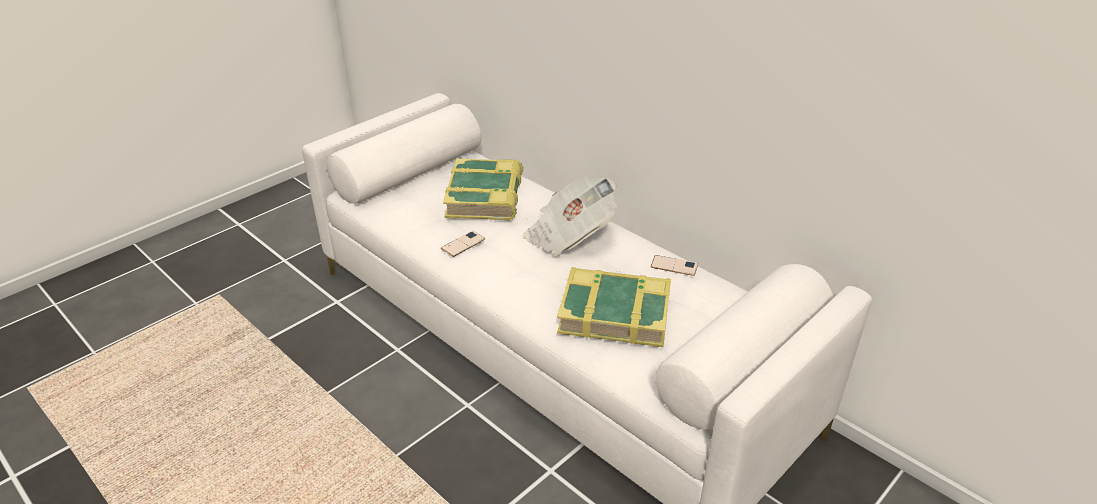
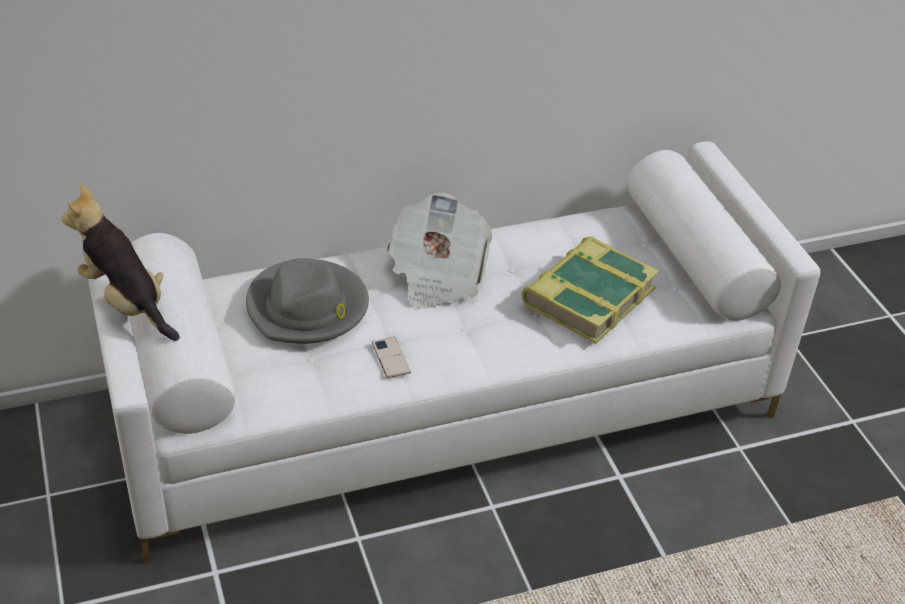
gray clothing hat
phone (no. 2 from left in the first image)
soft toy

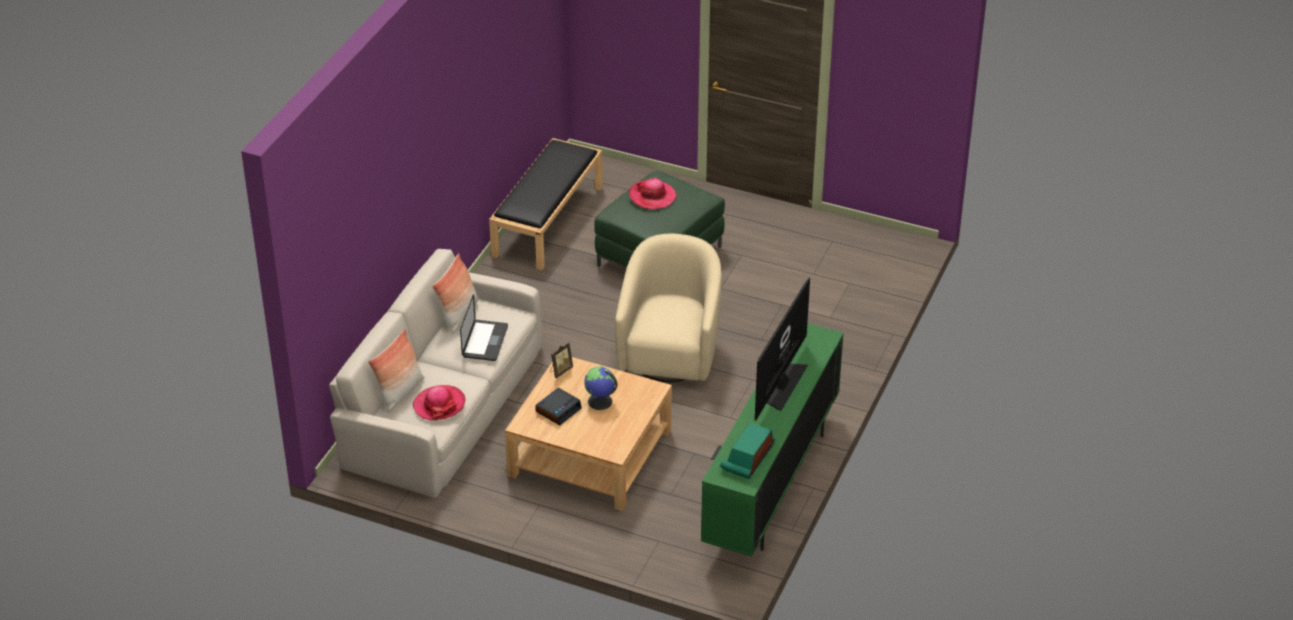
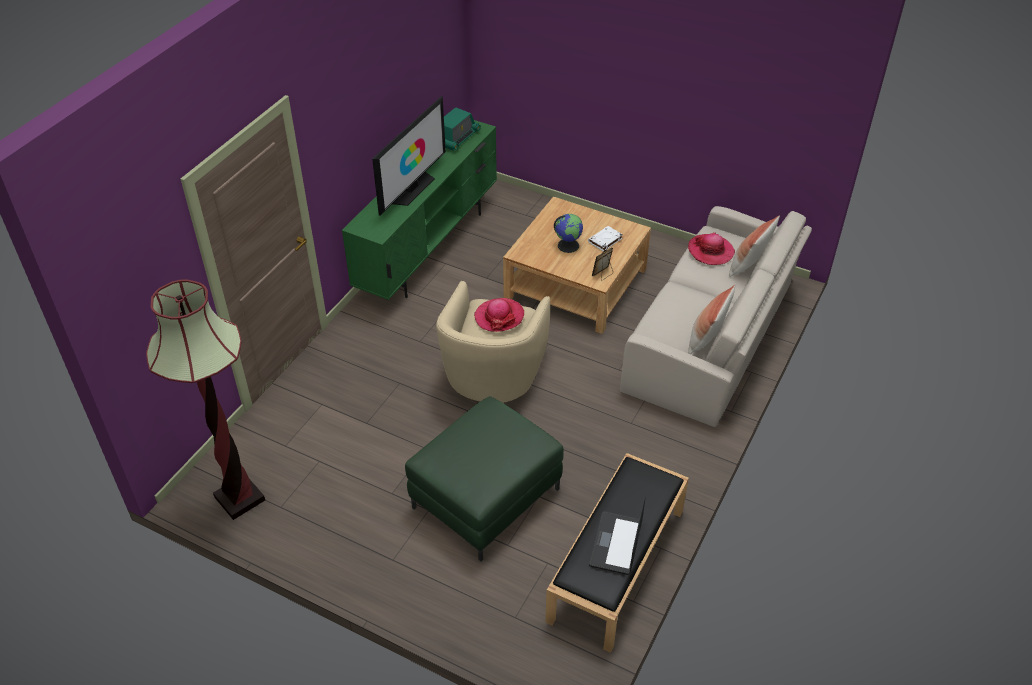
clothing hat (no. 1 from left)
portable computer
whitish volume
standard lamp

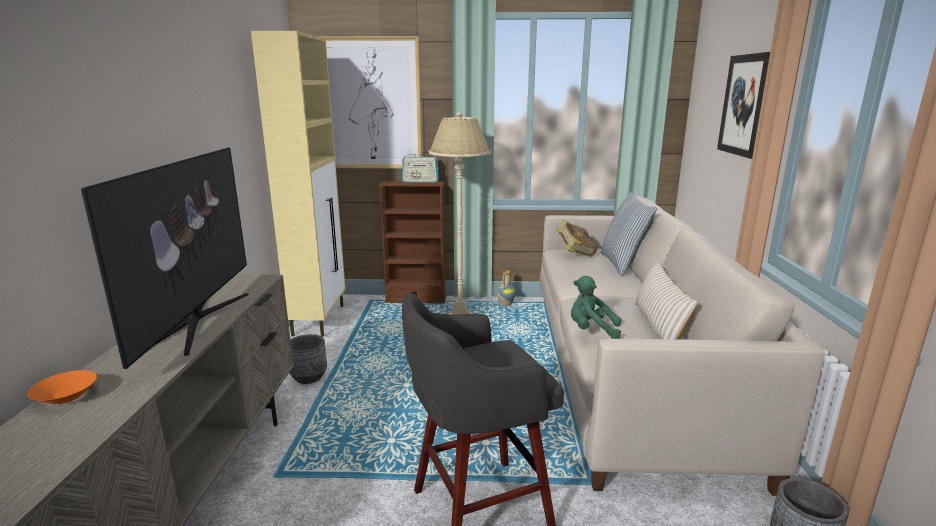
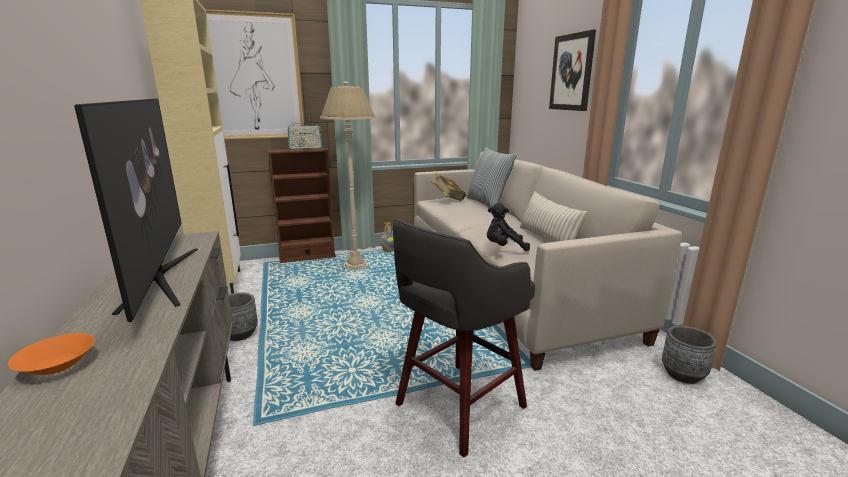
black soft toy

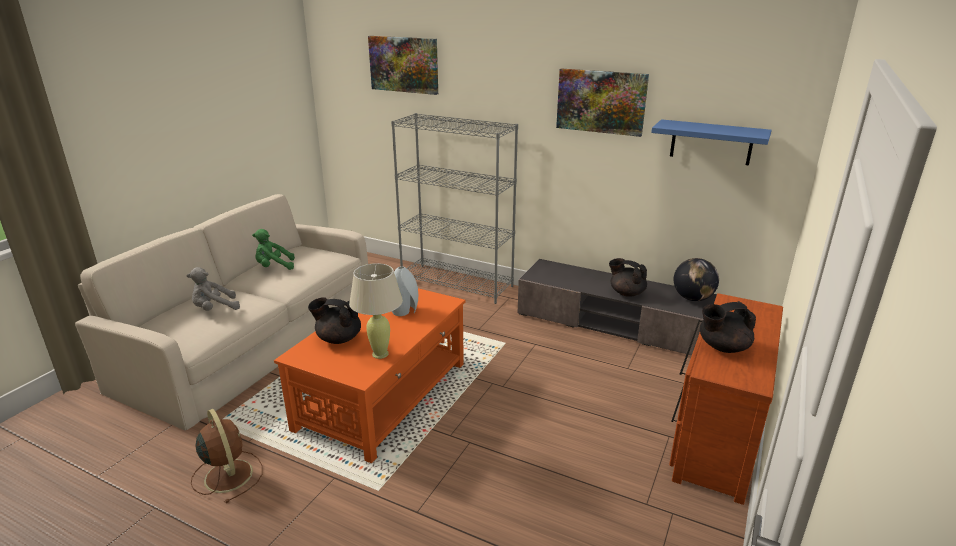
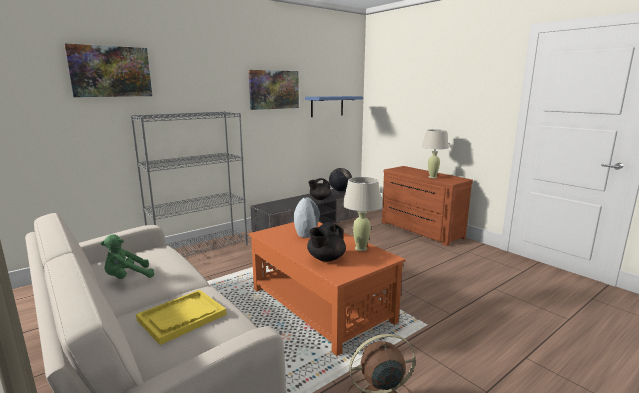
green soft toy
yellow-coloured carrying tray
sand-coloured table lamp (no. 2 from left)

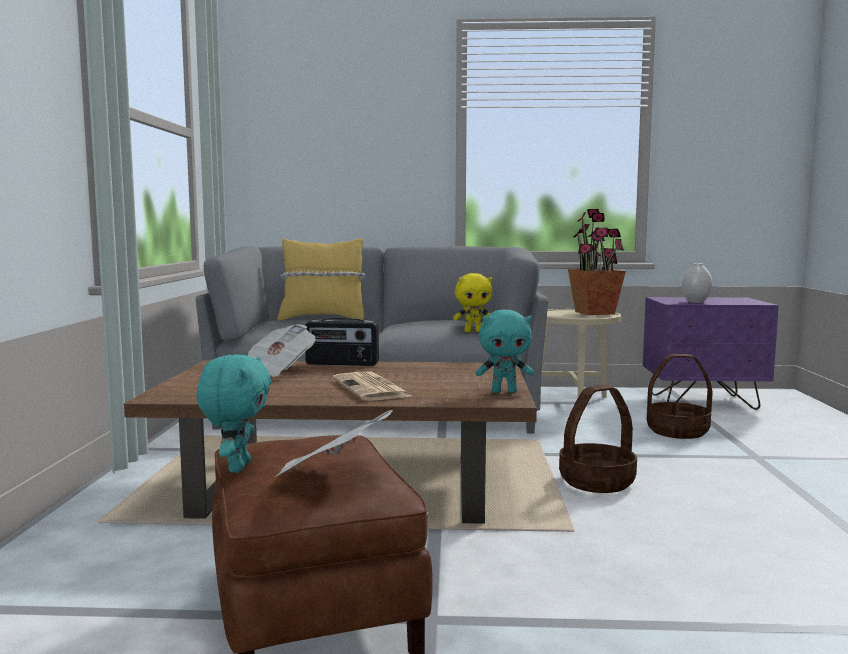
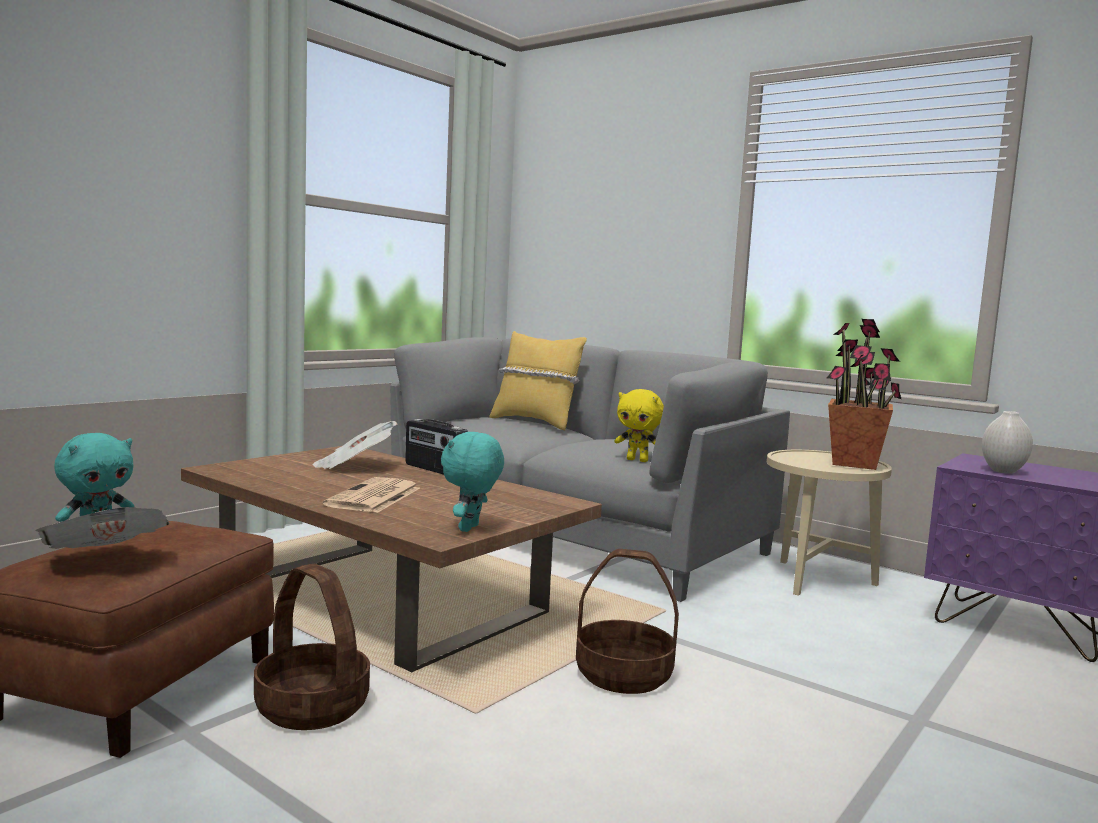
blue-green soft toy (no. 2 from left)
storage basket (no. 1 from left)

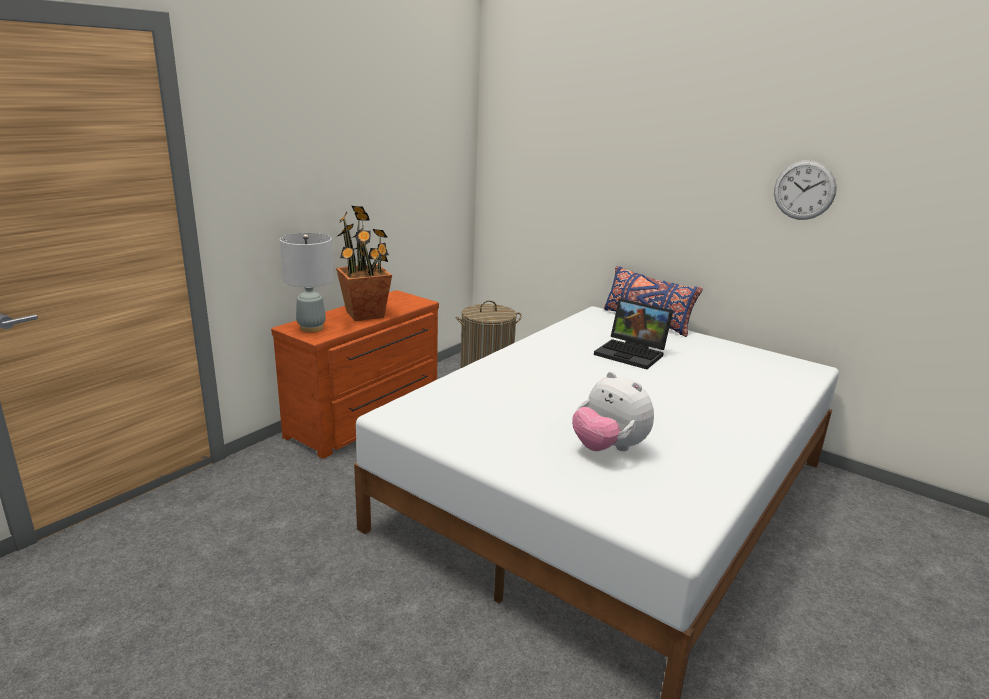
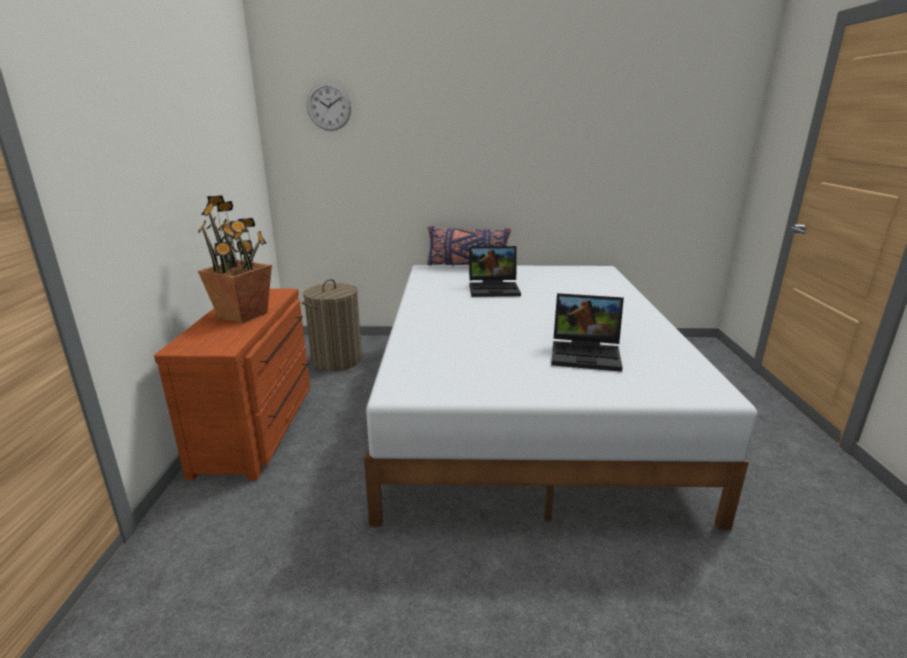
hanging clock
gray table lamp
portable computer (no. 2 from left)

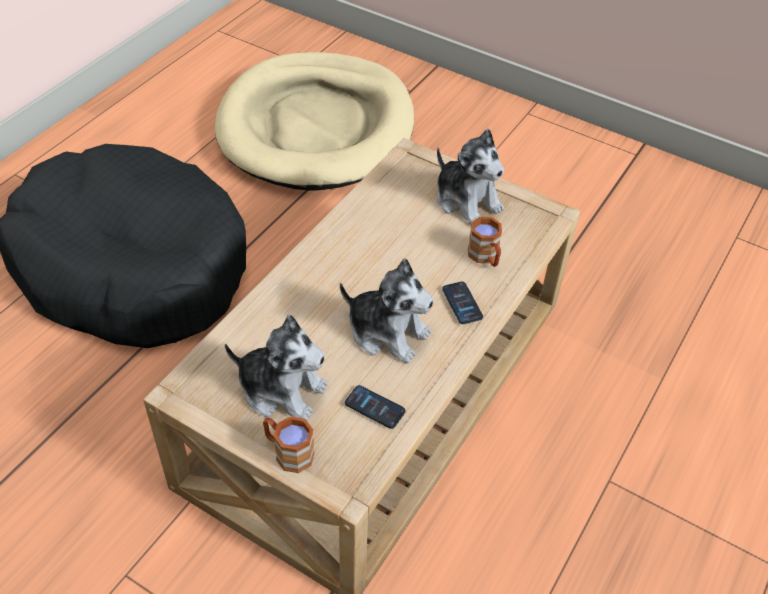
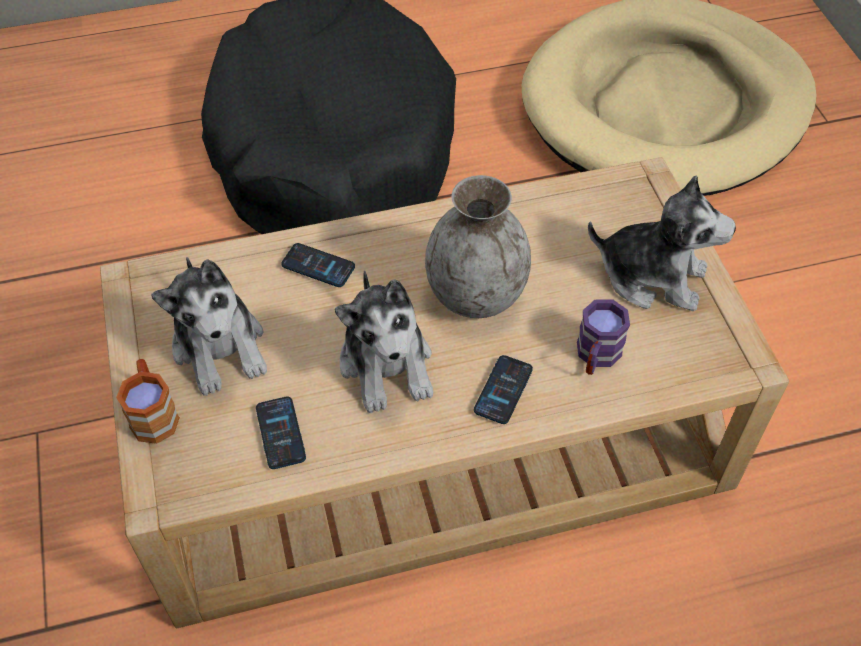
soft toy (no. 3 from left)
purple-coloured tea mug
gray vase
phone (no. 2 from left)

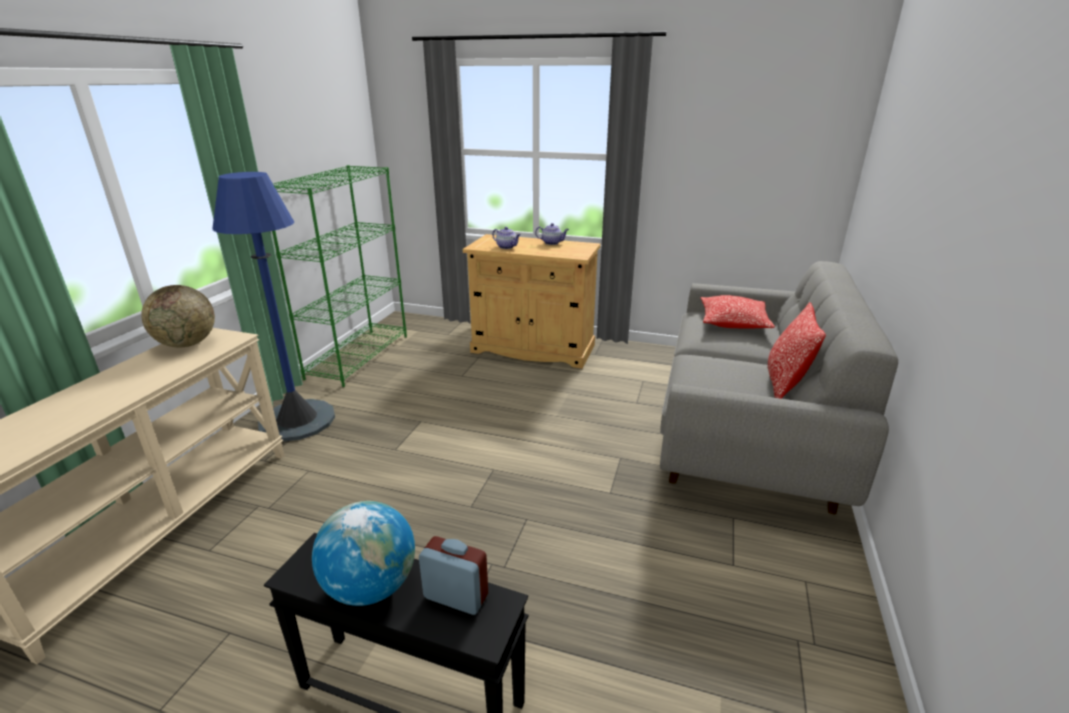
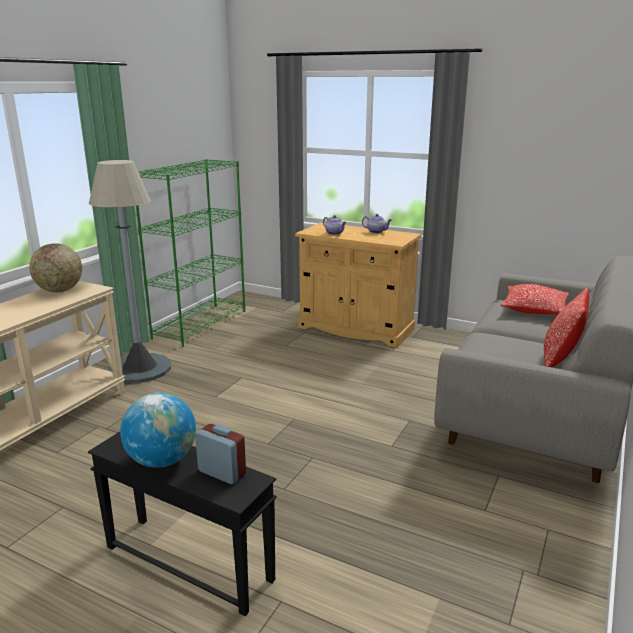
gray standard lamp

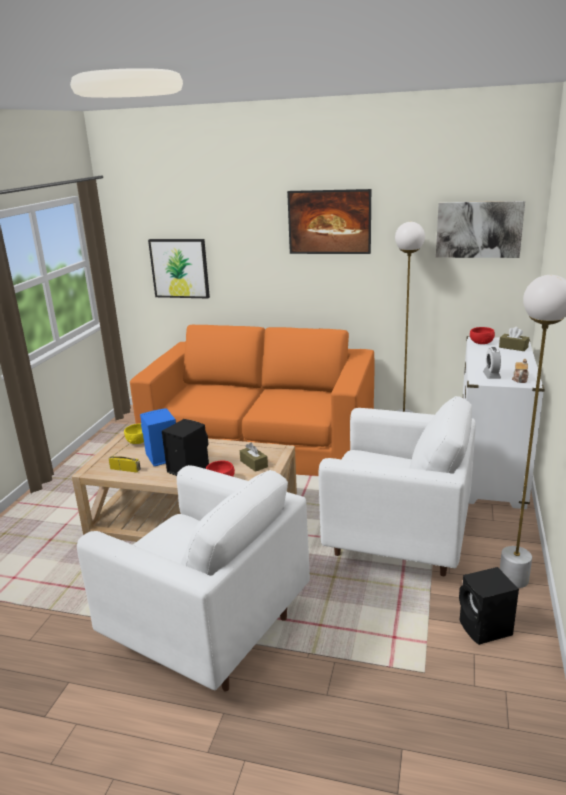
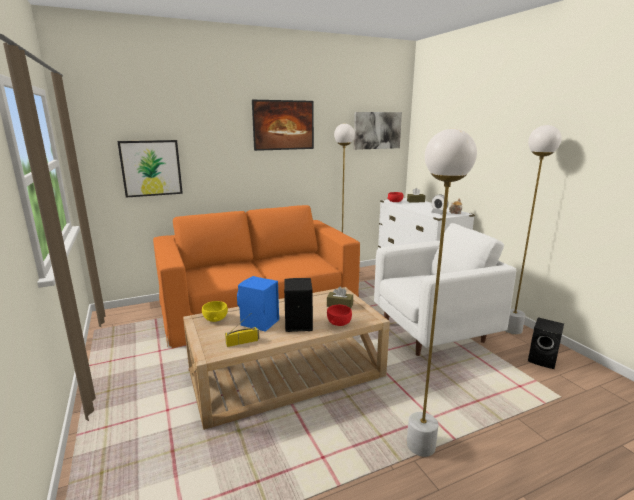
whitish standard lamp (no. 2 from left)

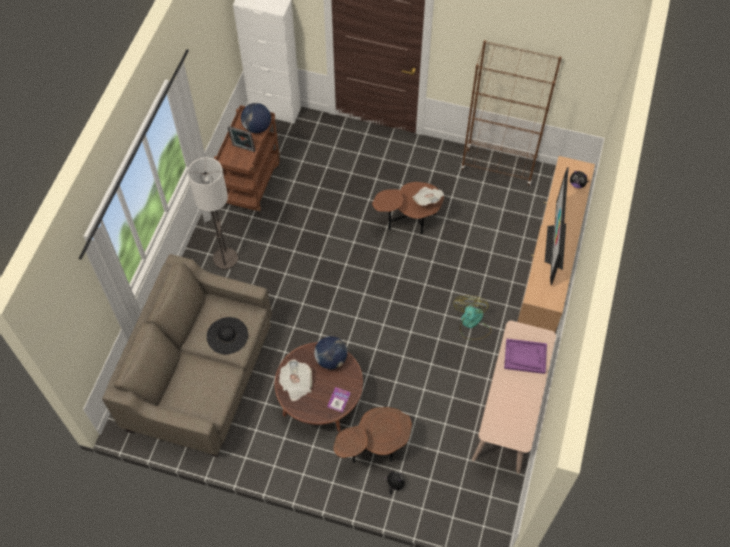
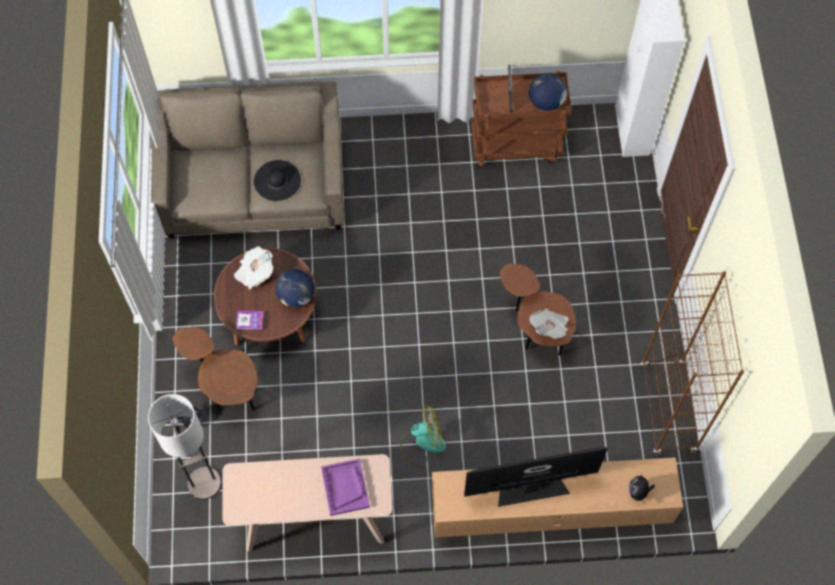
standard lamp

